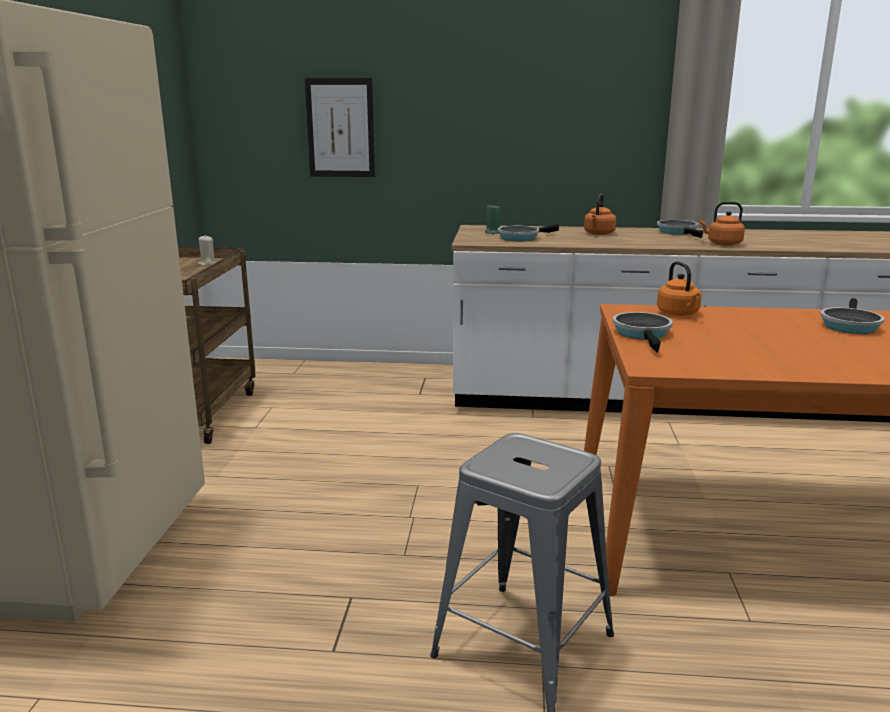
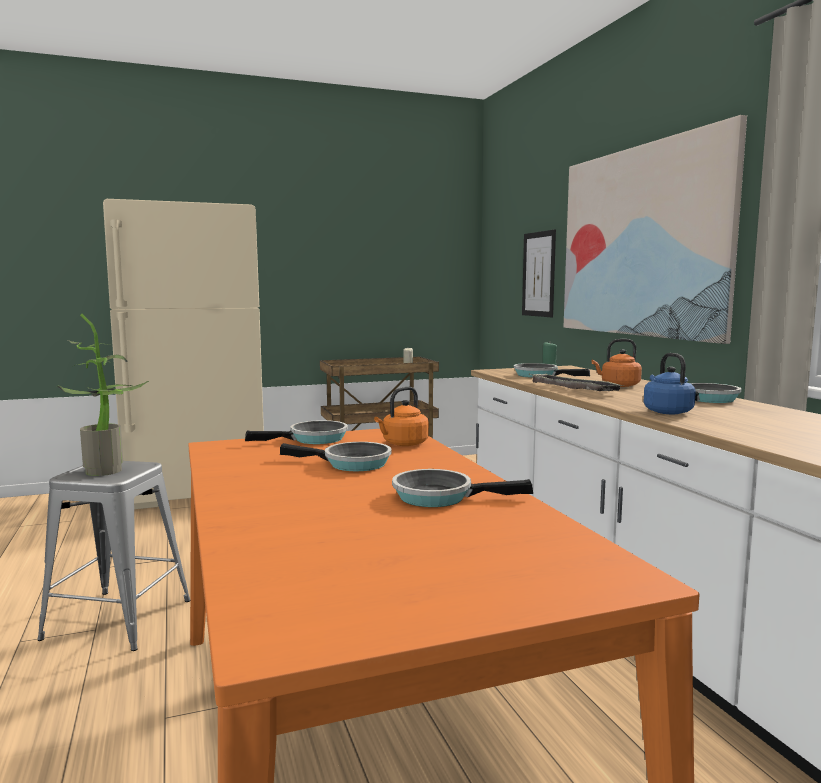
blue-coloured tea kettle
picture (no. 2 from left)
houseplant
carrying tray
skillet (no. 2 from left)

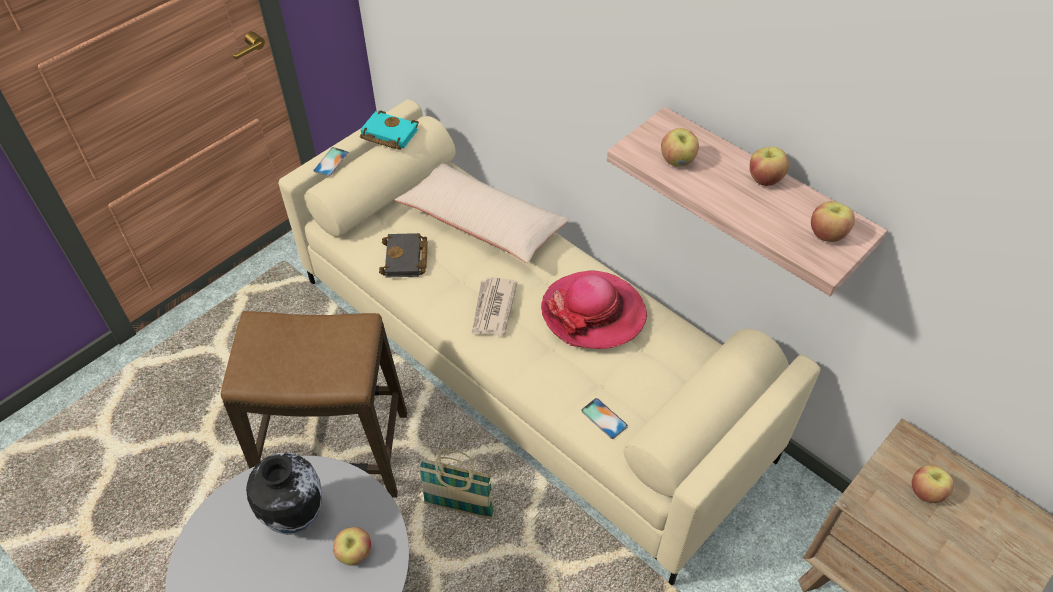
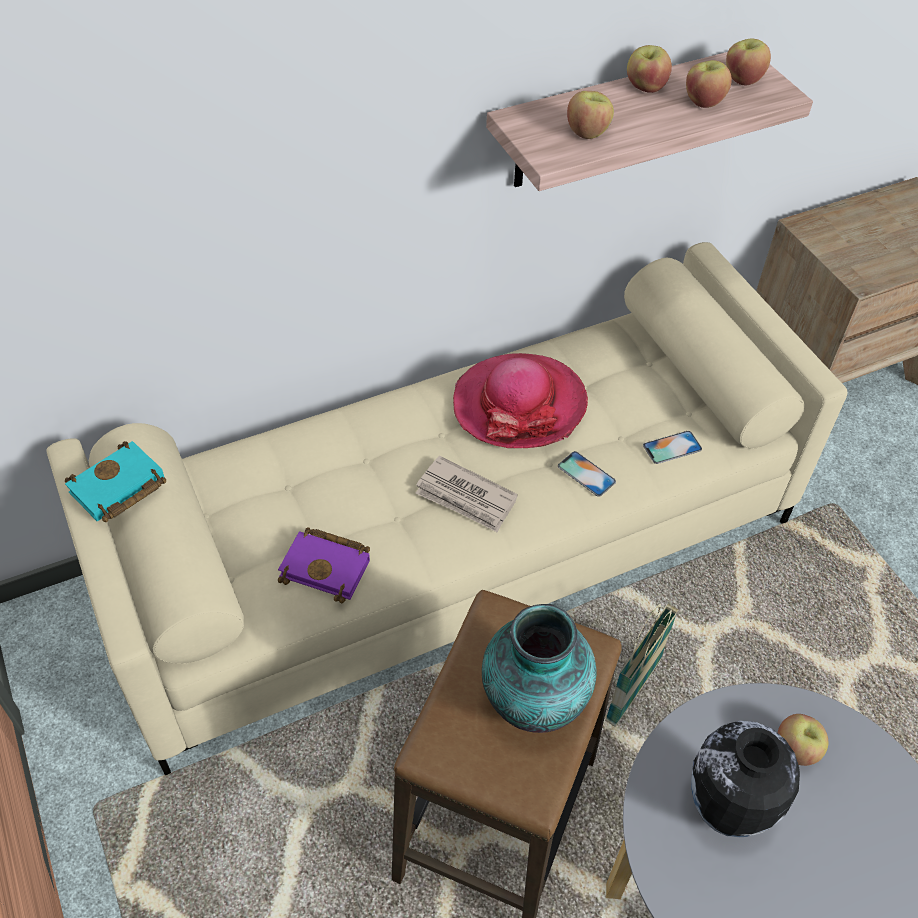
phone (no. 1 from left)
sand-coloured throw pillow
purple-coloured volume
apple fruit (no. 3 from left)
vase (no. 1 from left)

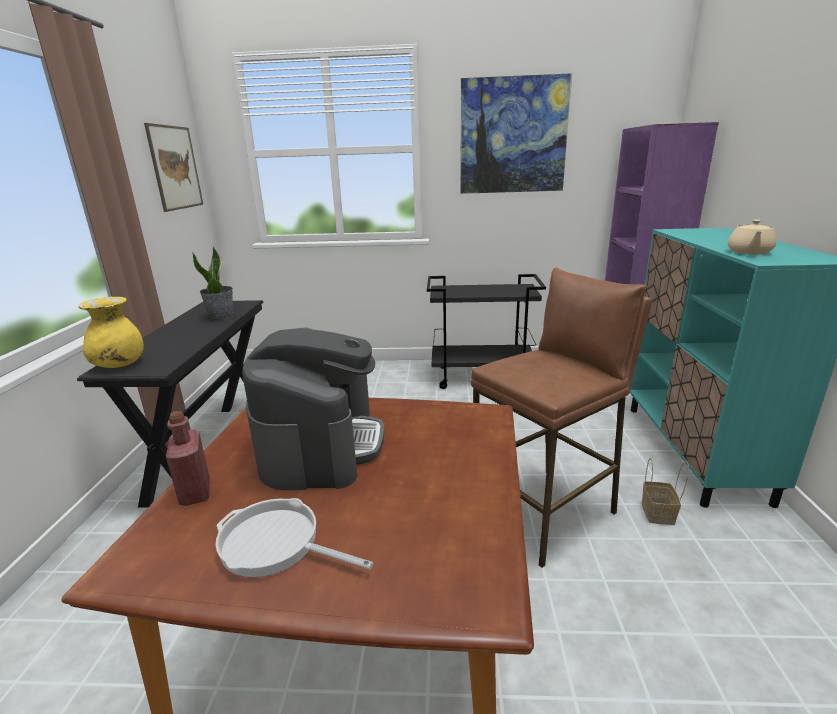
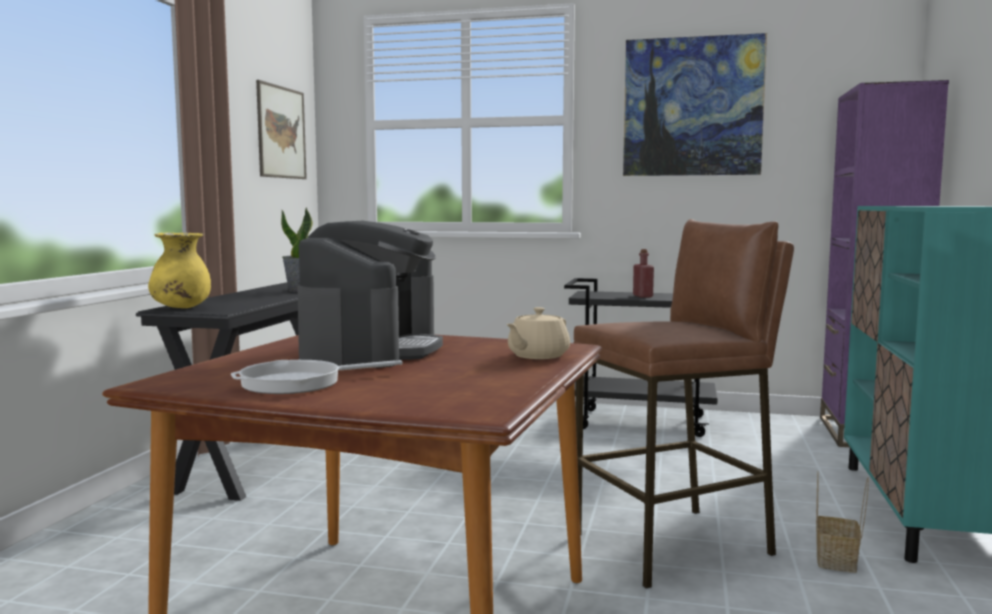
sand-coloured teapot
reddish drink bottle
skillet

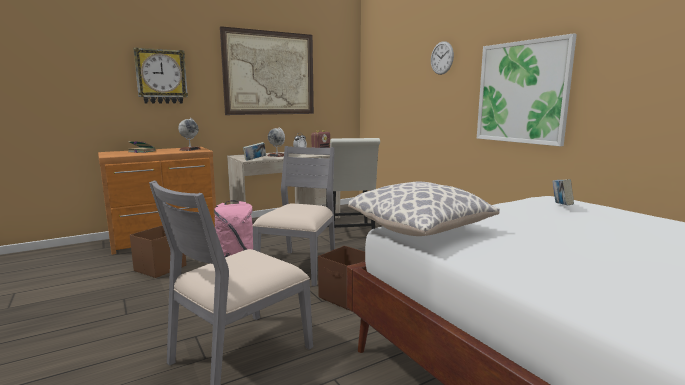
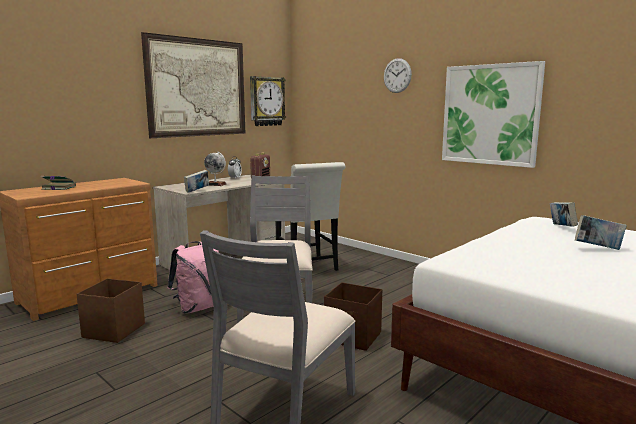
hanging clock (no. 1 from left)
globe (no. 1 from left in the first image)
throw pillow
volume (no. 4 from left)

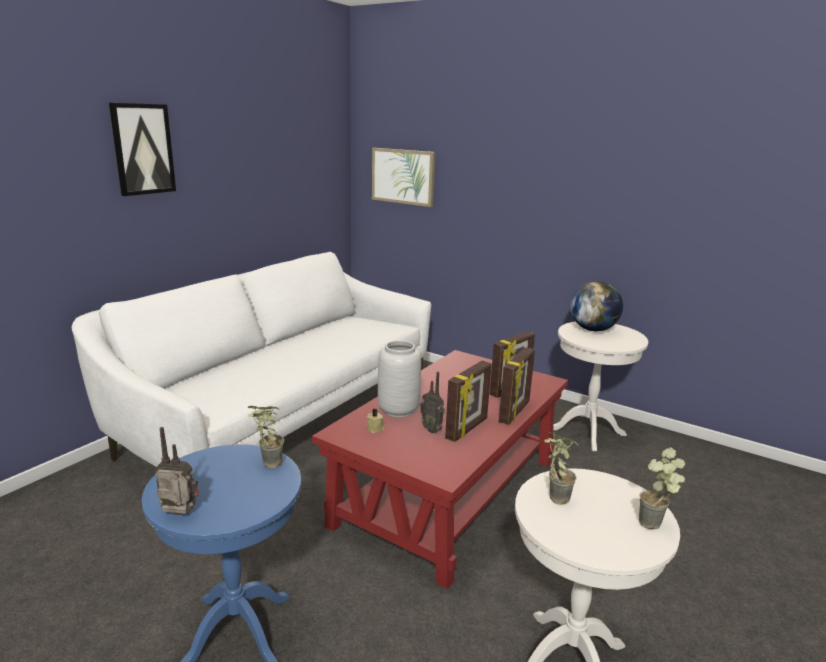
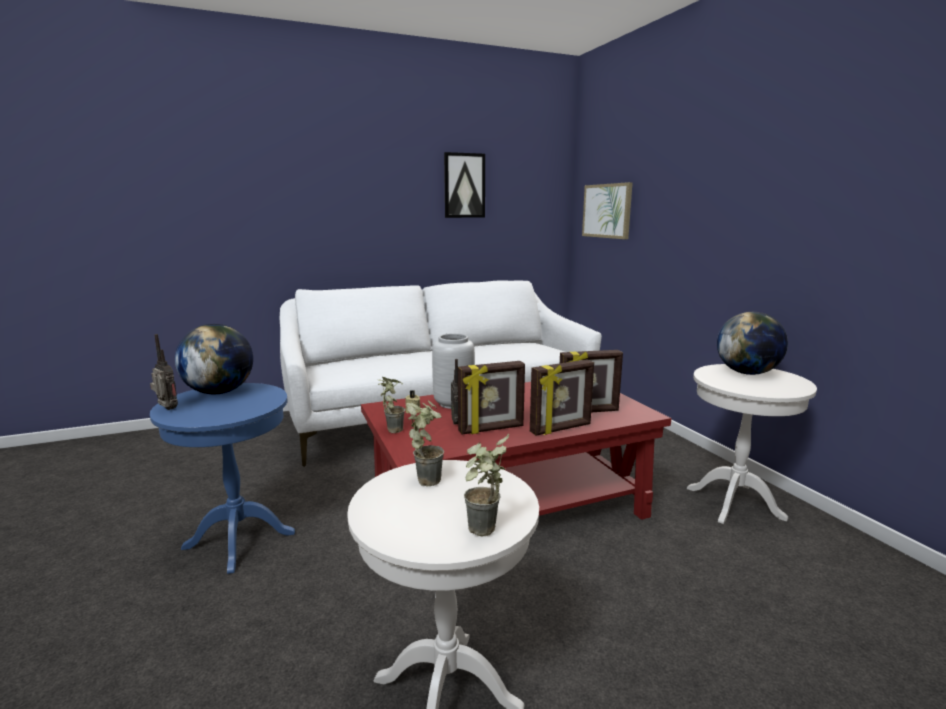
picture (no. 1 from left)
houseplant (no. 1 from left)
globe (no. 1 from left)

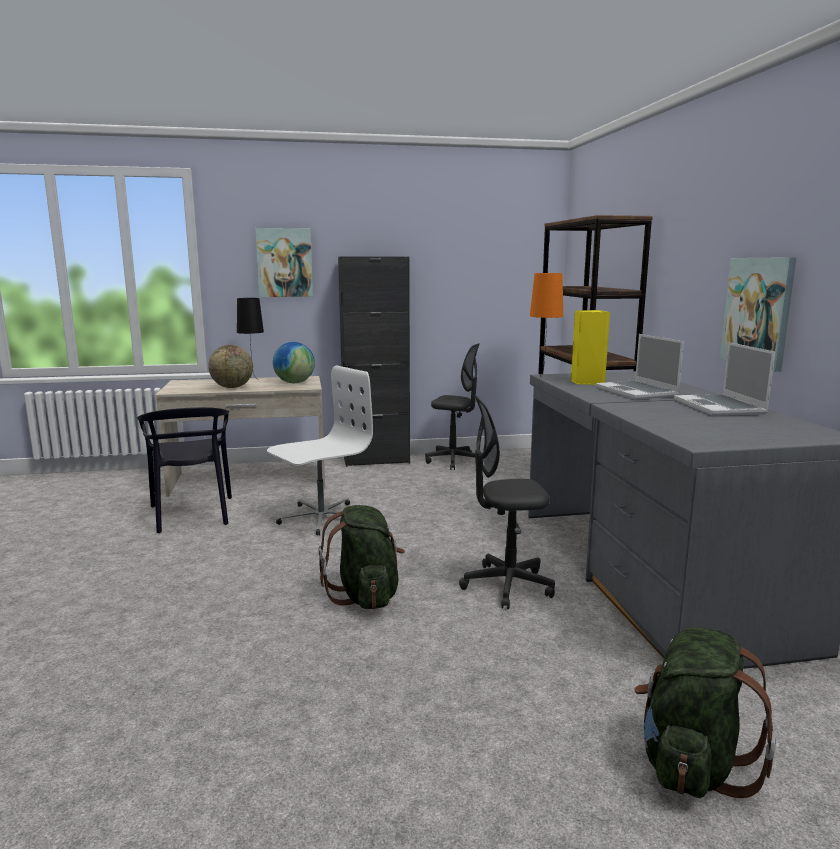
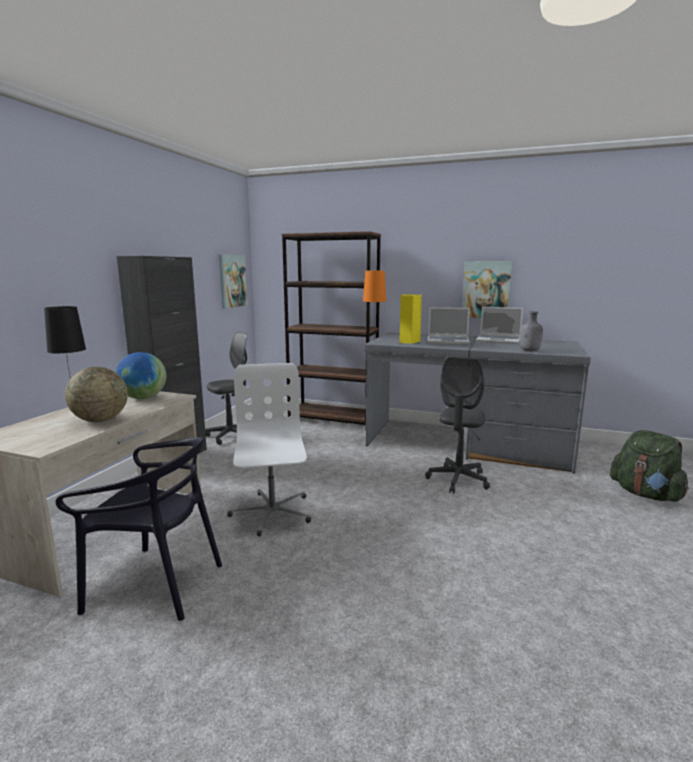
picture (no. 1 from left)
green knapsack (no. 1 from left in the first image)
gray drink bottle

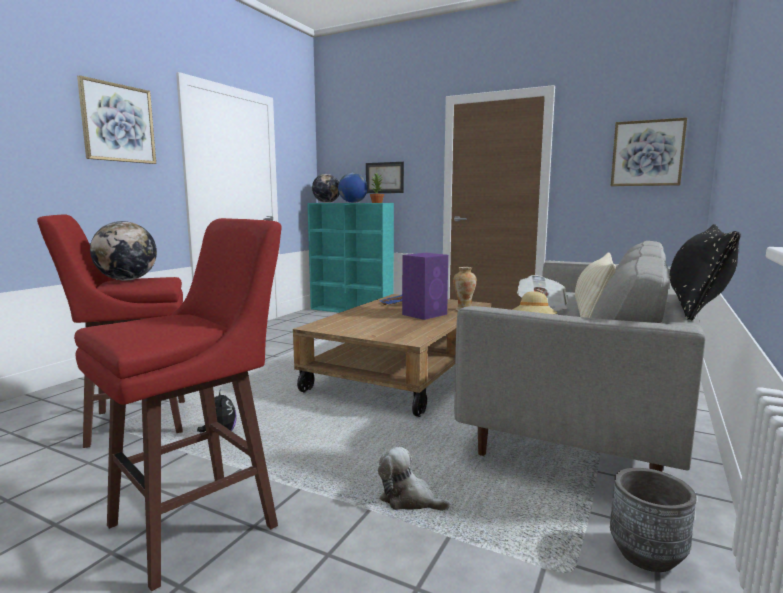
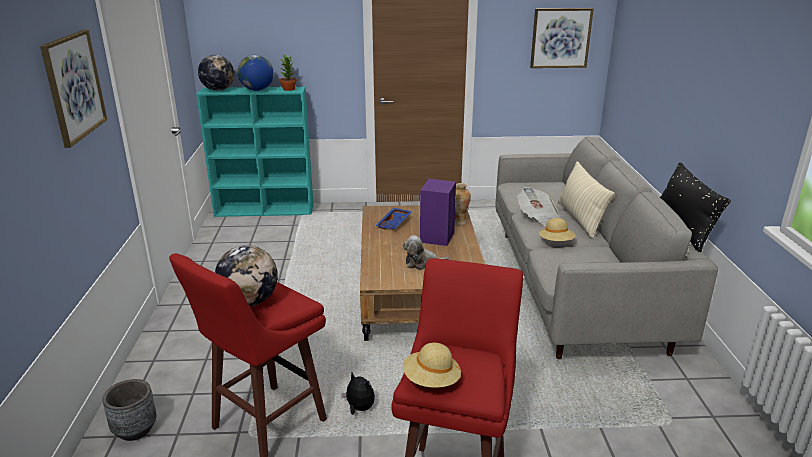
picture (no. 2 from left in the first image)
soft toy (no. 2 from left)
gray plant pot
sand-coloured clothing hat (no. 1 from left)

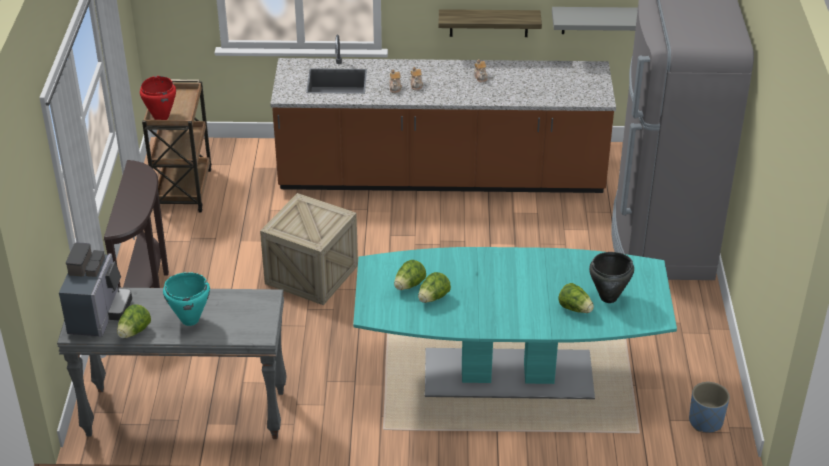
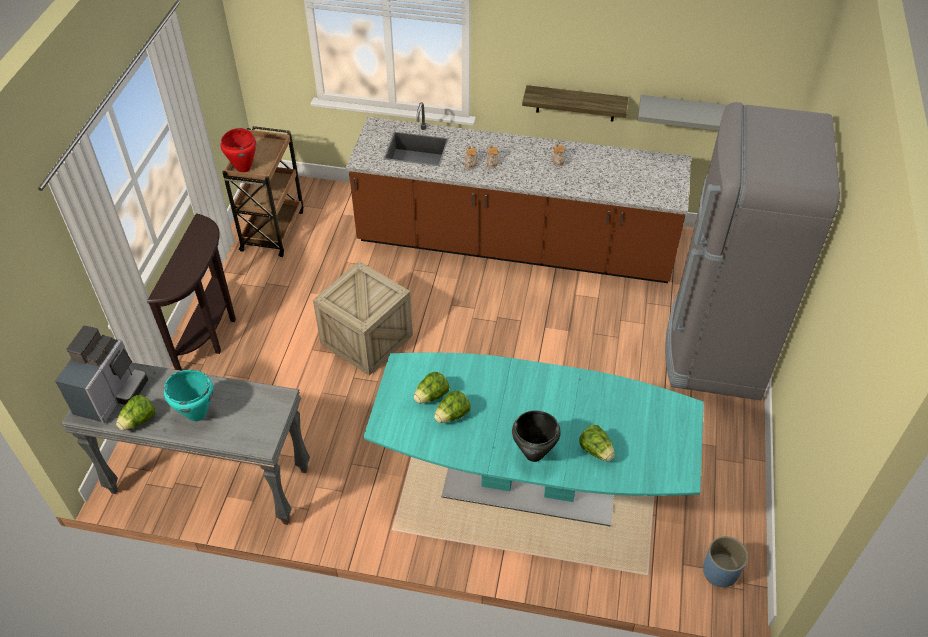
black stockpot

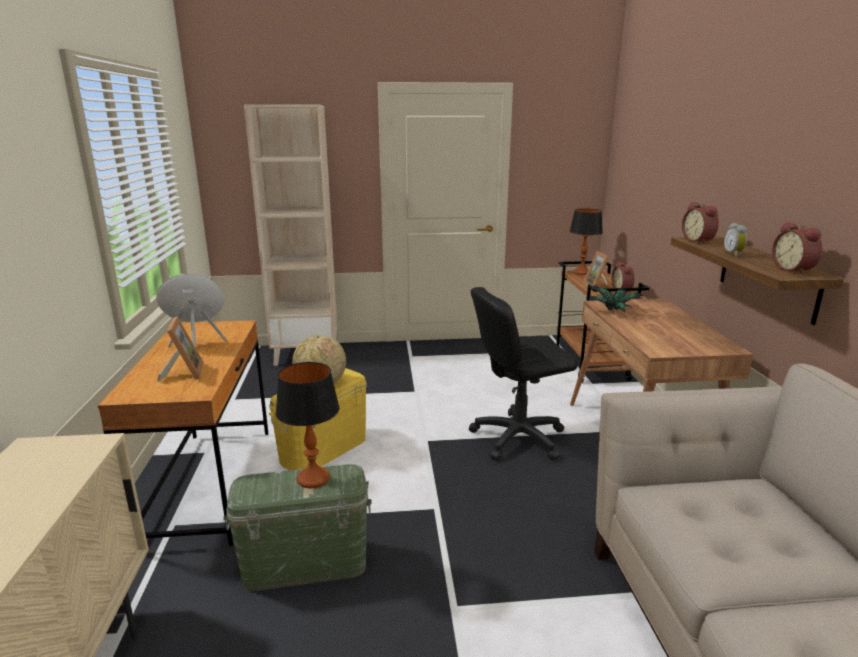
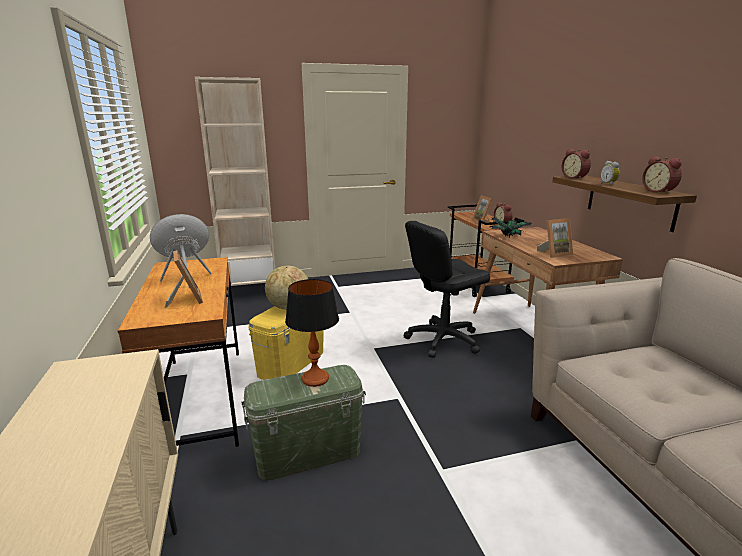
table lamp (no. 2 from left in the first image)
standing frame (no. 3 from left)

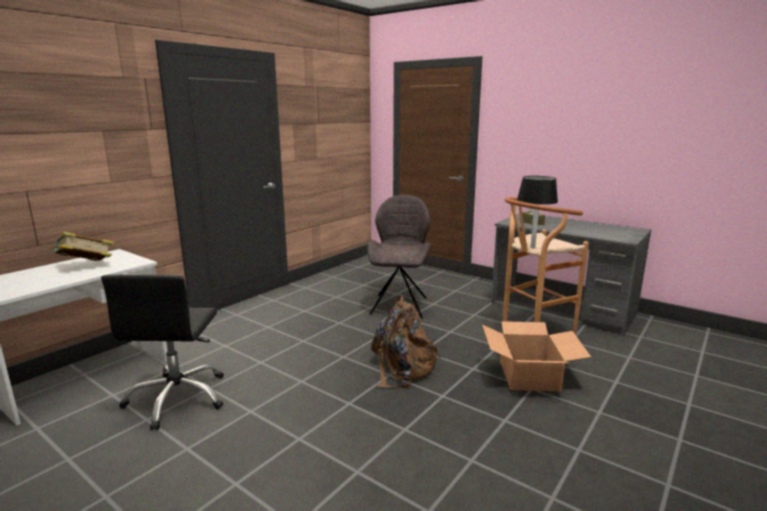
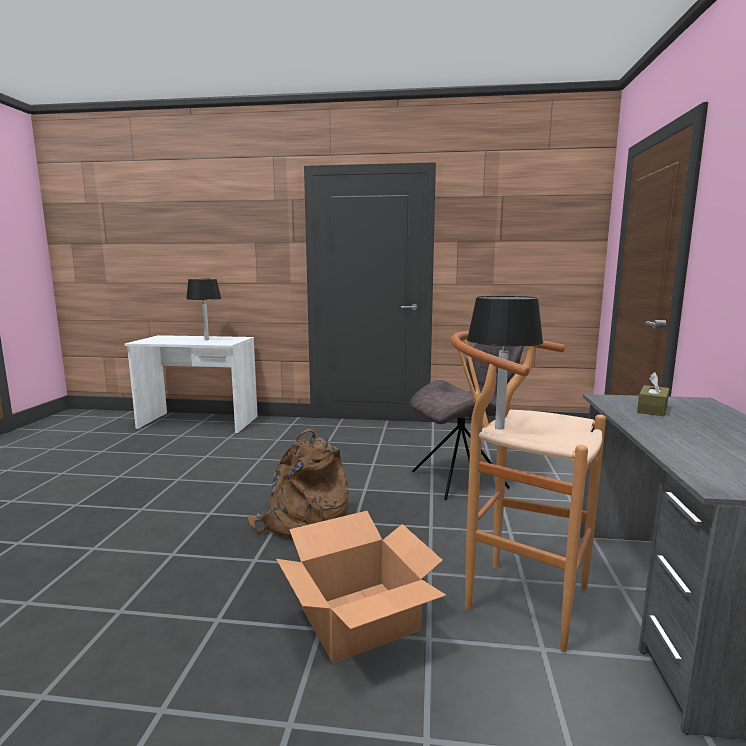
black table lamp (no. 1 from left)
black office chair

